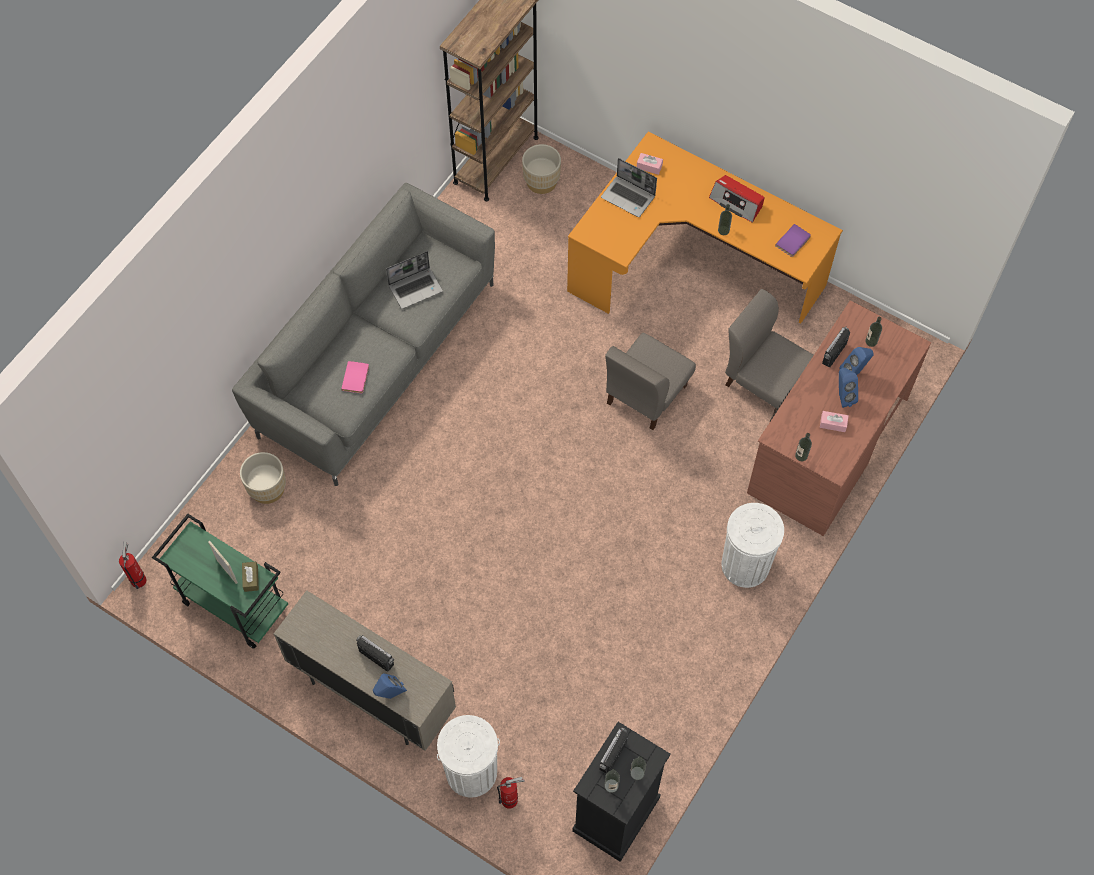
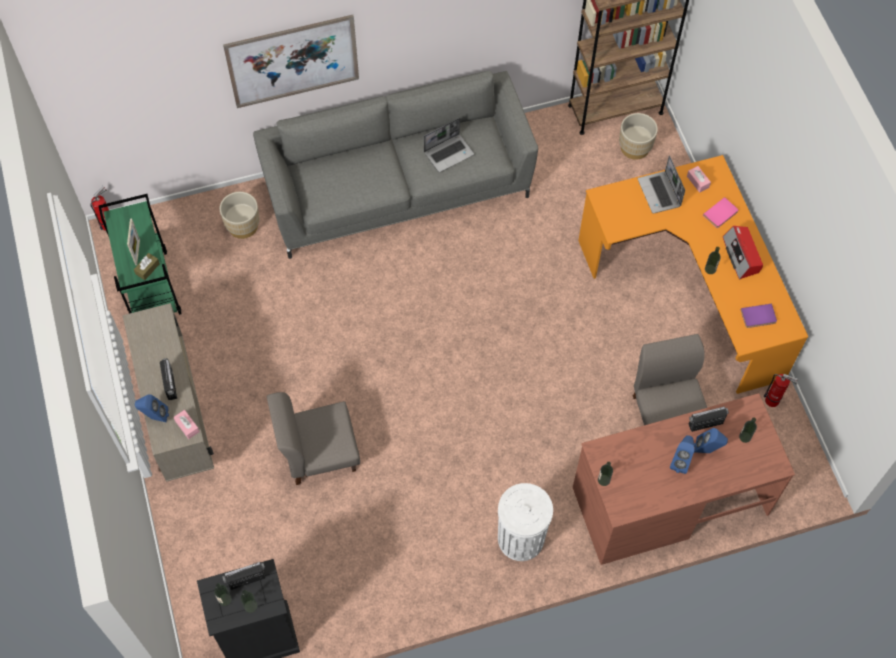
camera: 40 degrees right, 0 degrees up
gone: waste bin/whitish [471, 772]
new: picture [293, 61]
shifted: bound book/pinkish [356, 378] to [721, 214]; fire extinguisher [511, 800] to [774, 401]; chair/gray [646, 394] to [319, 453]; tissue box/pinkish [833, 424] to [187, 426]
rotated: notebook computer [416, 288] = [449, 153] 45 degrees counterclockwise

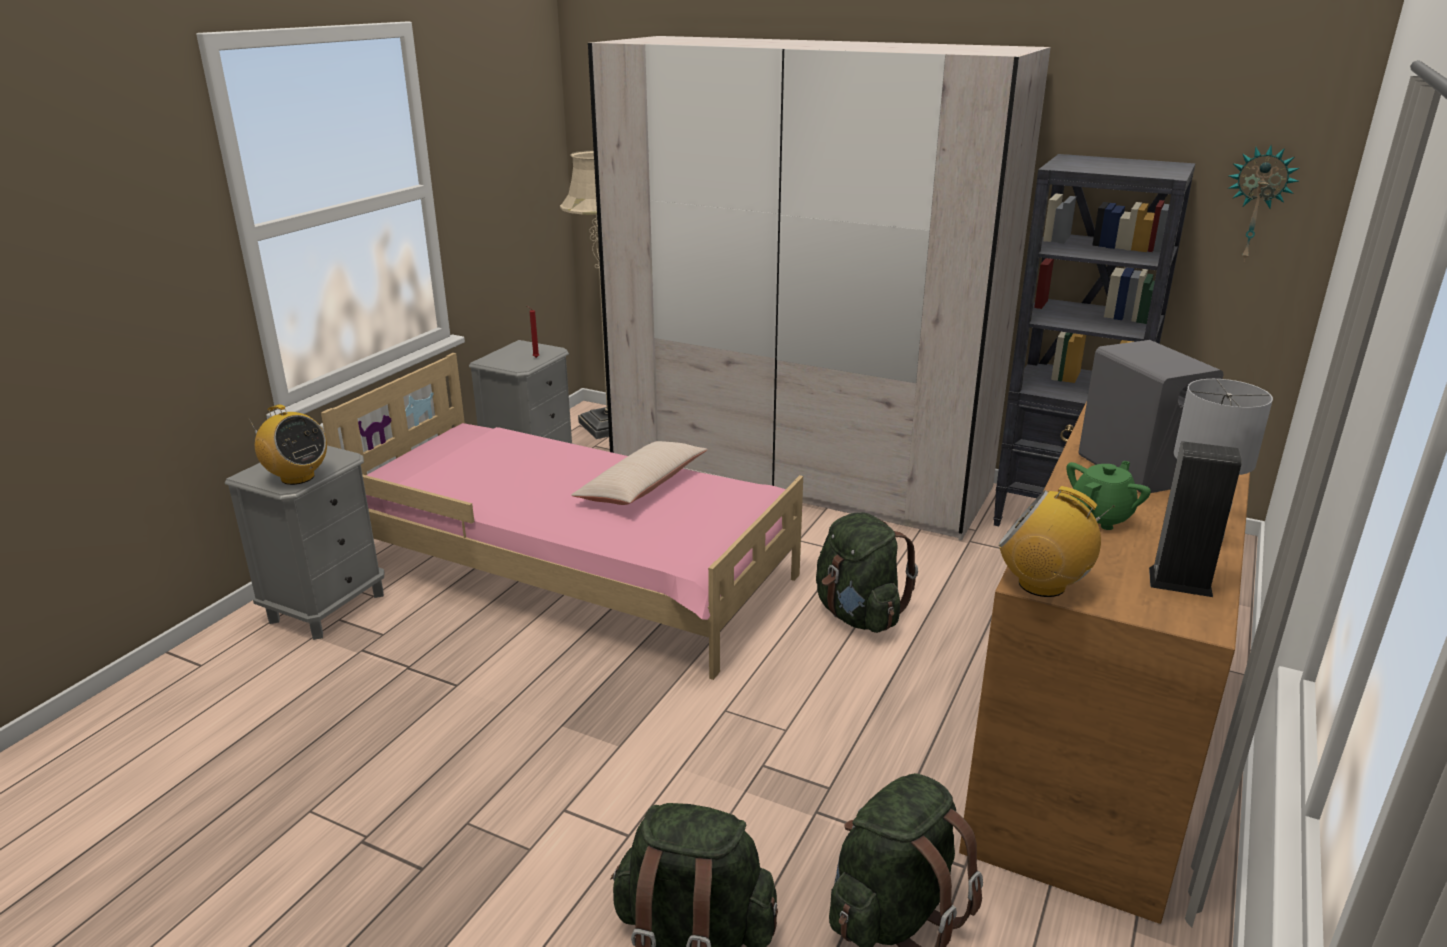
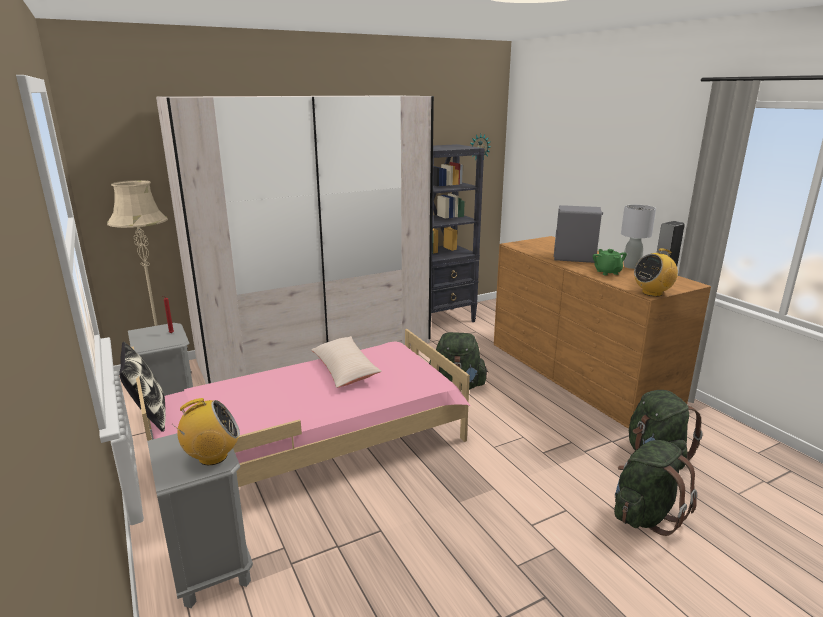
camera: 55 degrees left, 5 degrees down
new: cushion [149, 416]

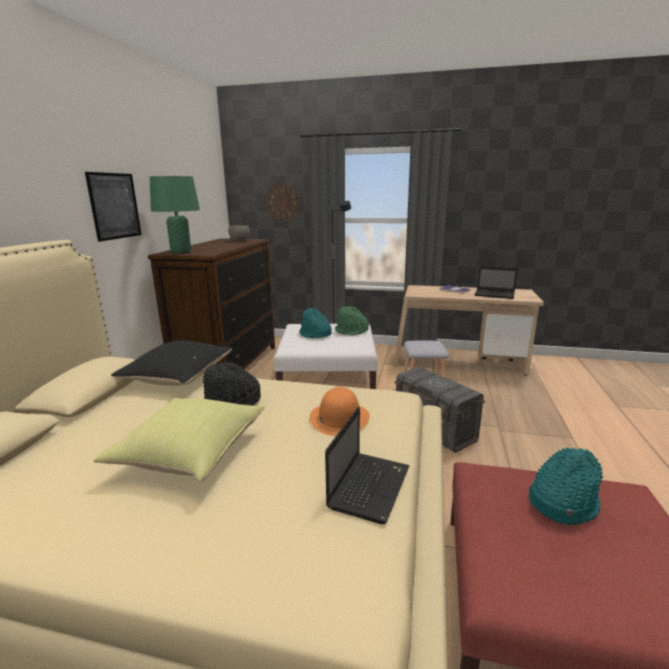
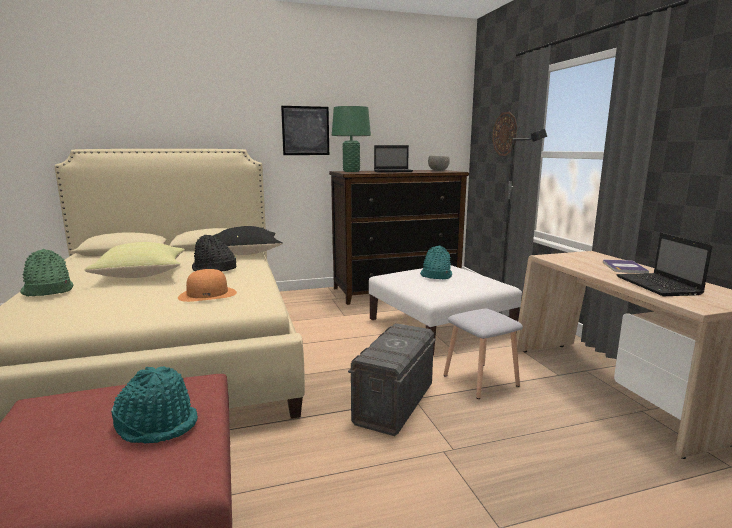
camera: 60 degrees right, 5 degrees down
shifted: notebook computer [369, 485] to [393, 171]; hat/greenish [351, 331] to [47, 291]

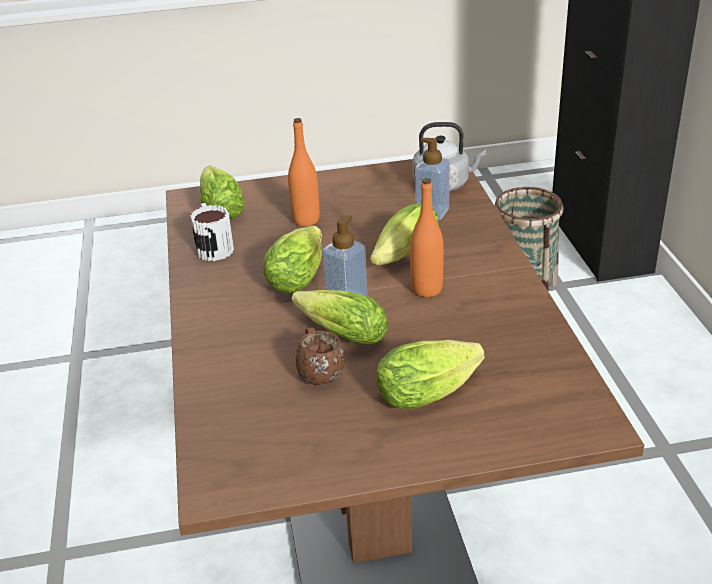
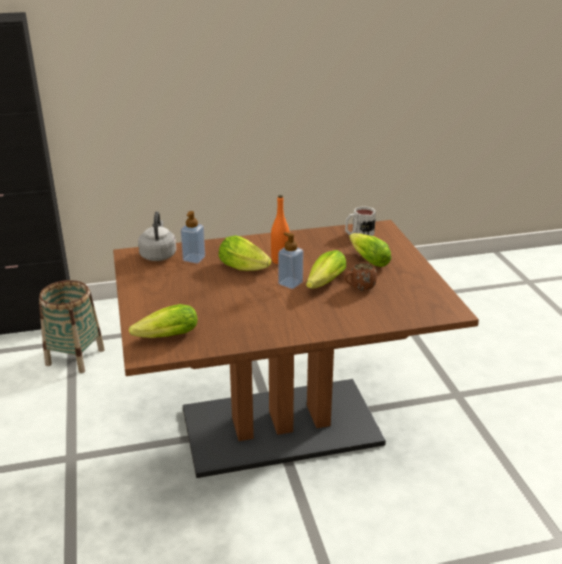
camera: 95 degrees left, 5 degrees down
gone: head of lettuce [299, 274]; drink bottle/orange-coloured [306, 220]
shifted: mug [213, 246] to [359, 233]

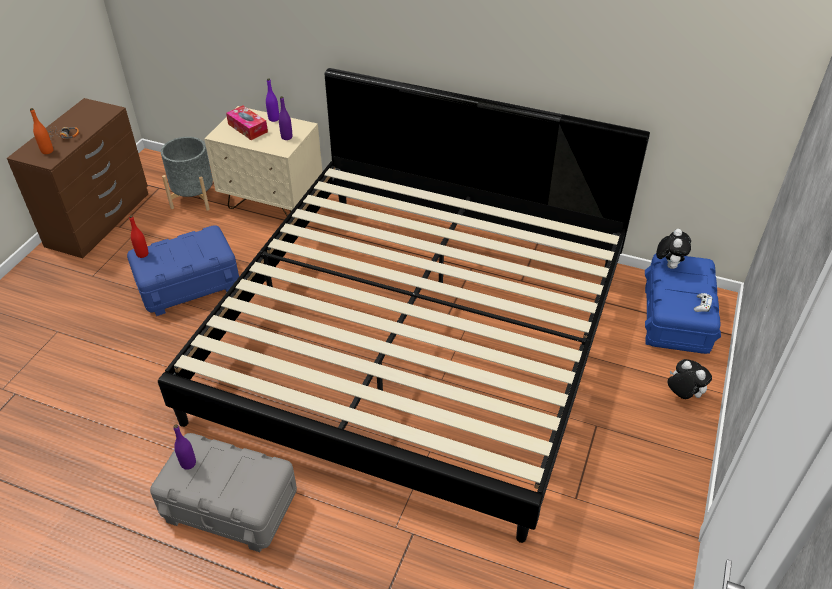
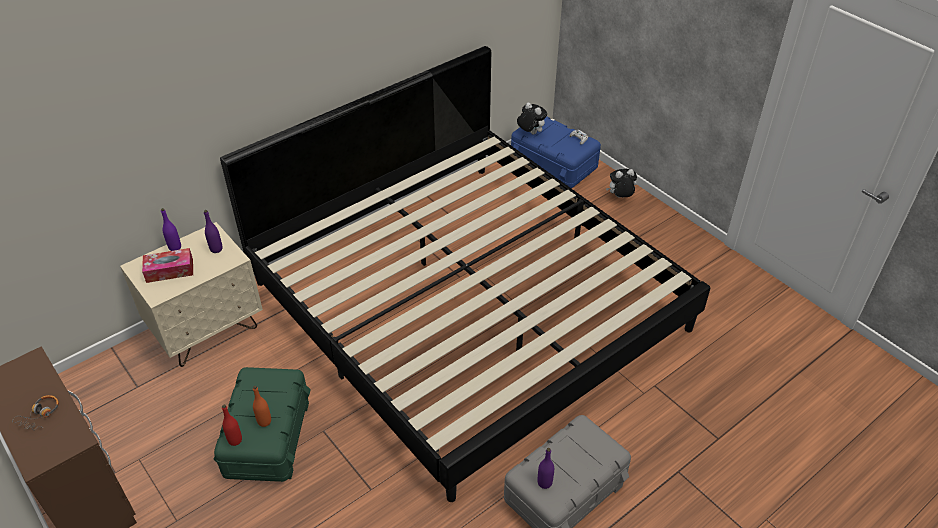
camera: 60 degrees left, 0 degrees up
gone: plant pot/gray [194, 197]
shifted: drink bottle/orange-coloured [47, 151] to [264, 421]
repainted: storage box/blue-coloured [188, 284] to storage box/greenish [267, 438]

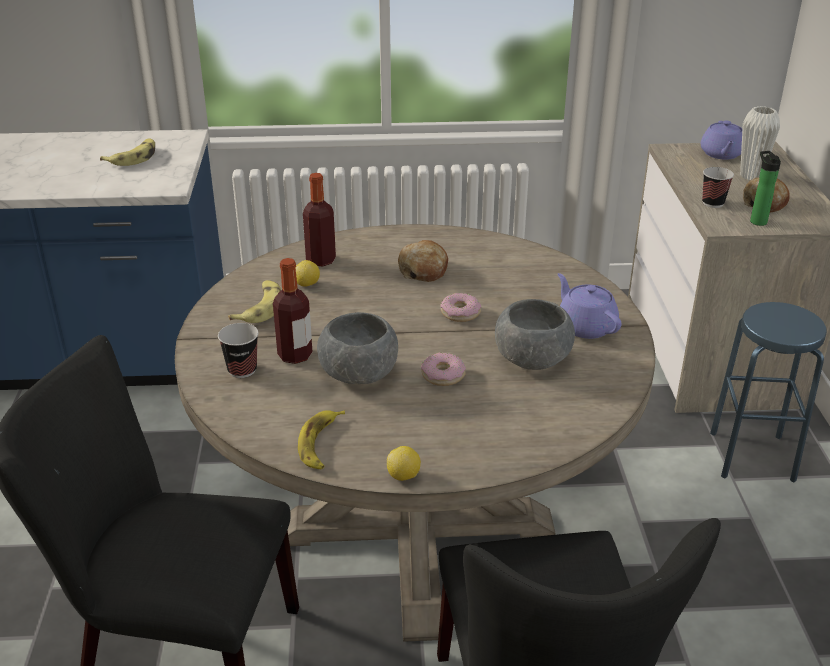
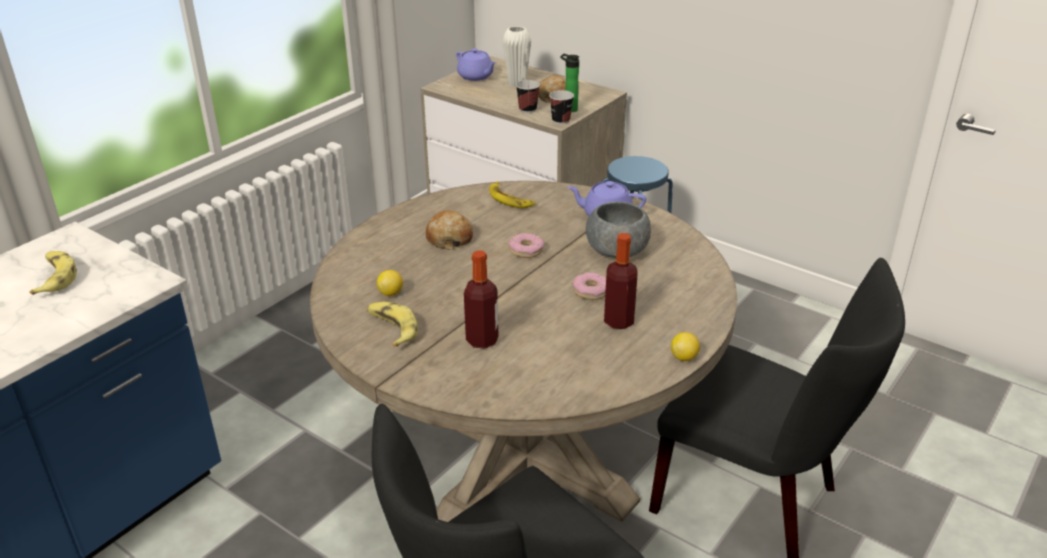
camera: 50 degrees left, 0 degrees up
gone: bowl/gray [359, 374]
shifted: cup [242, 370] to [561, 120]; banana fruit [321, 444] to [510, 199]; drink bottle [321, 260] to [618, 321]

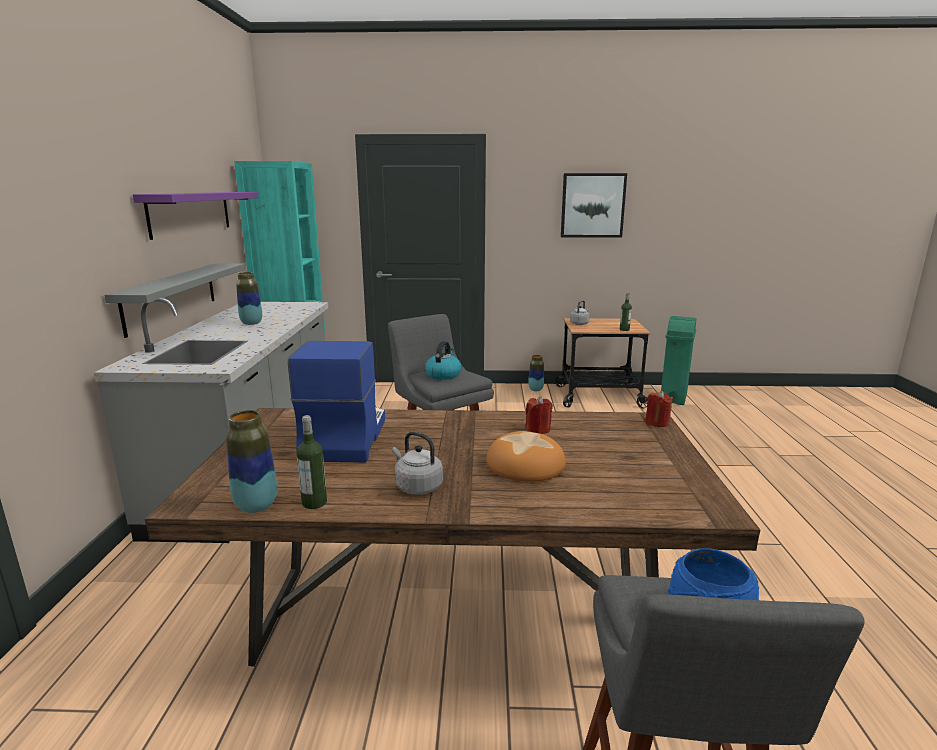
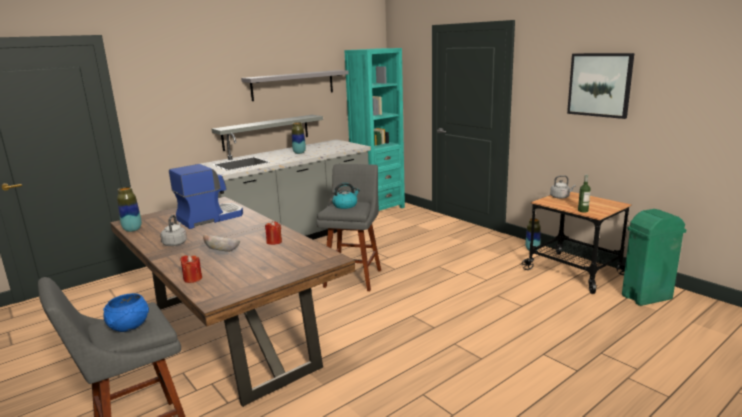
camera: 50 degrees right, 0 degrees up
gone: drink bottle [314, 503]
shifted: wax light/reddish [657, 422] to [193, 279]
swapped: baked bread [525, 465] to bowl [223, 252]
repainted: wall shelf/purple [191, 213] to wall shelf/gray [293, 85]

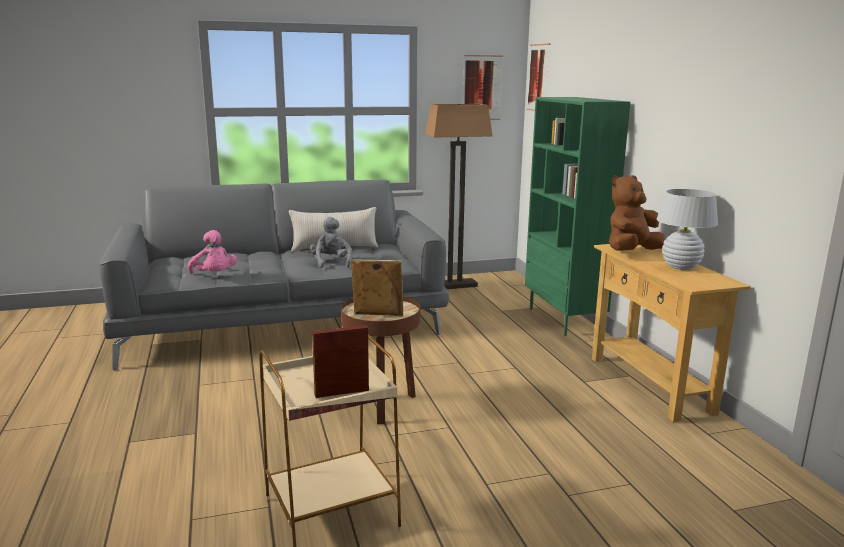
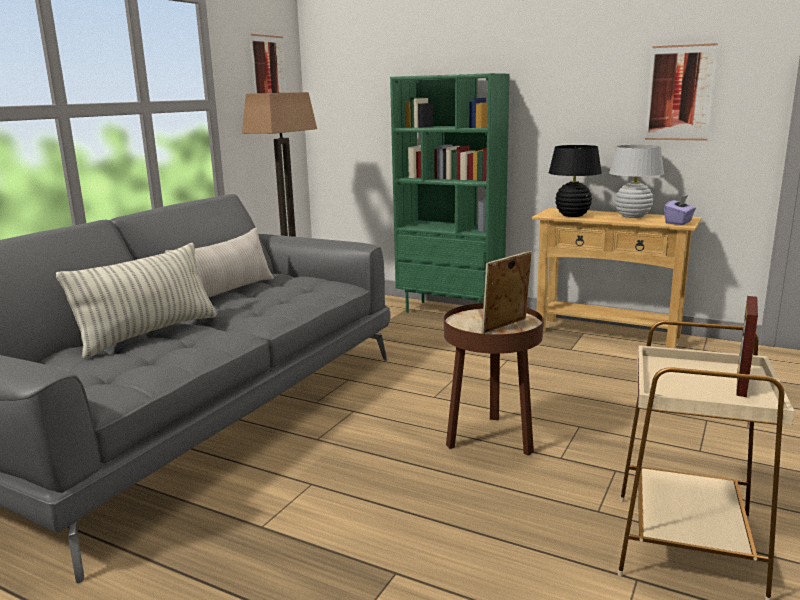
camera: 45 degrees left, 0 degrees up
gone: plush toy/pinkish [214, 275]; plush toy/gray [331, 263]
new: cushion [149, 334]; tissue box/purple [679, 222]
shifted: picture [538, 77] to [680, 93]
swapped: plush toy/brown-coloured [631, 252] to lamp for a table/black-coloured [572, 215]

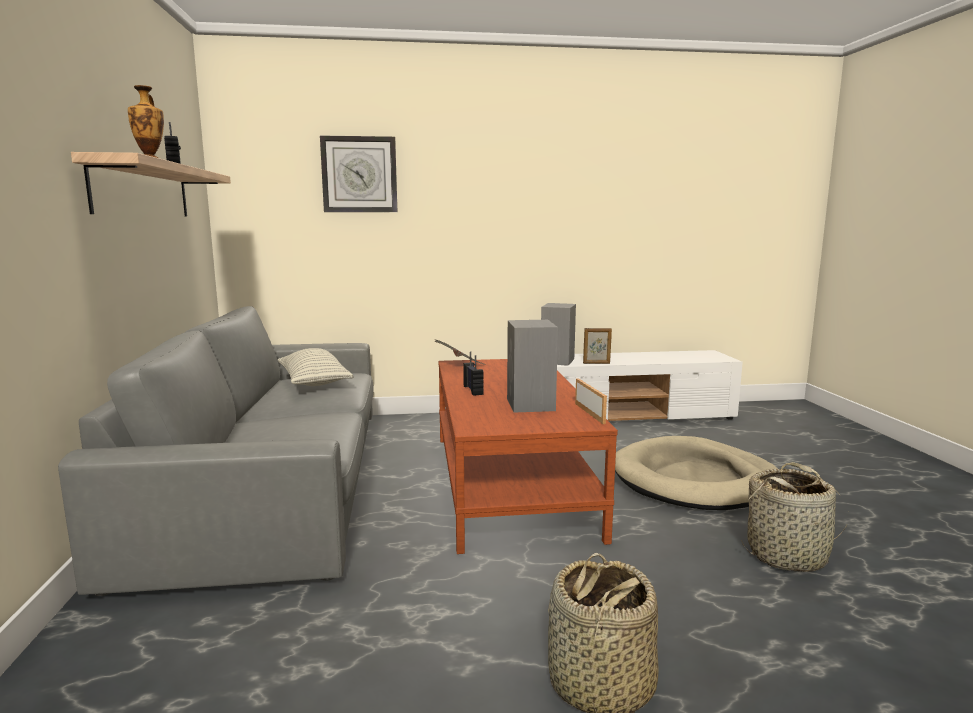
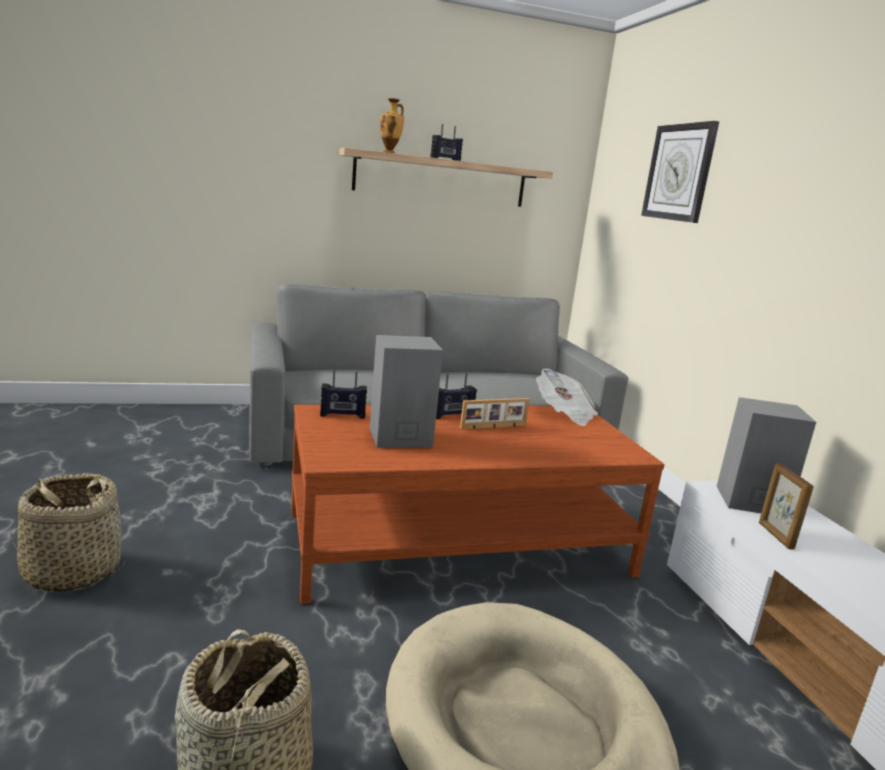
camera: 80 degrees right, 5 degrees up
gone: cushion [314, 382]
new: radio set [342, 415]
shifted: picture frame [590, 413] to [494, 427]

